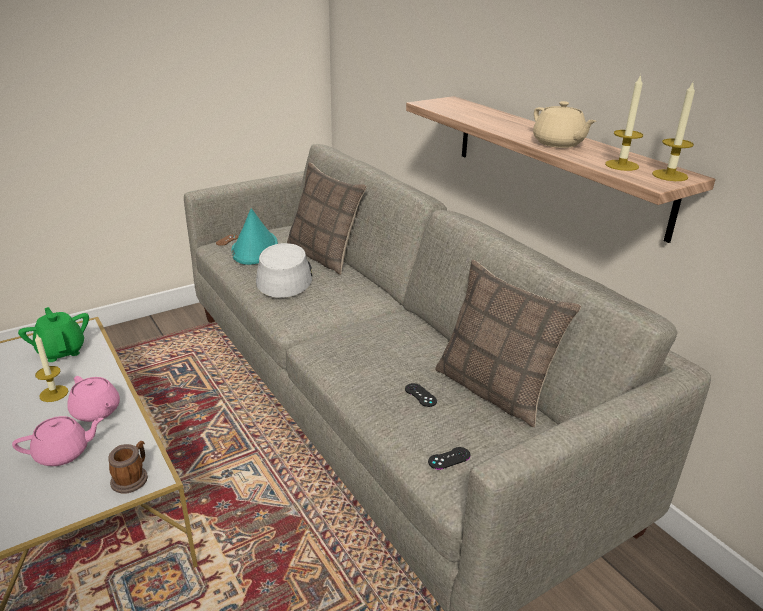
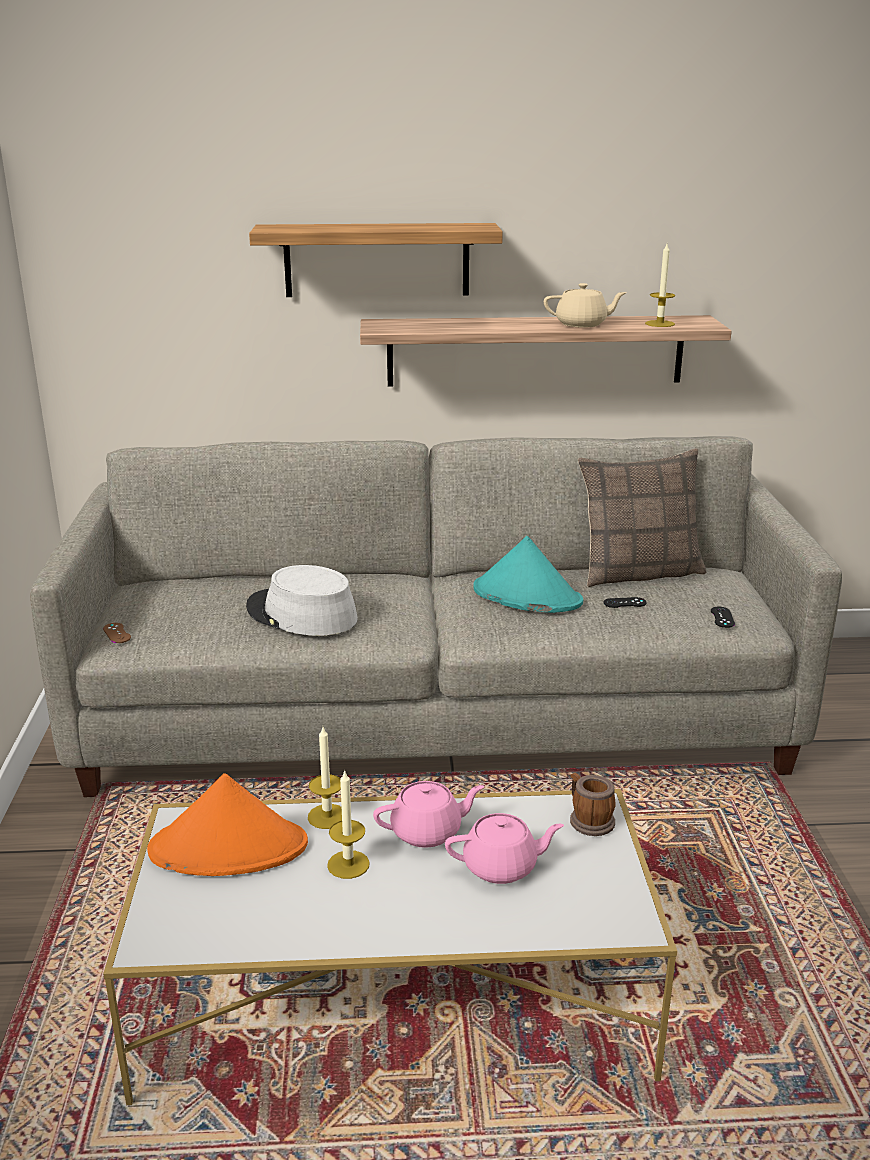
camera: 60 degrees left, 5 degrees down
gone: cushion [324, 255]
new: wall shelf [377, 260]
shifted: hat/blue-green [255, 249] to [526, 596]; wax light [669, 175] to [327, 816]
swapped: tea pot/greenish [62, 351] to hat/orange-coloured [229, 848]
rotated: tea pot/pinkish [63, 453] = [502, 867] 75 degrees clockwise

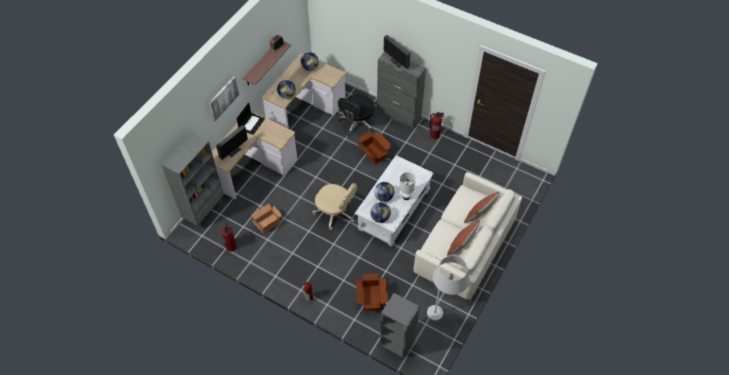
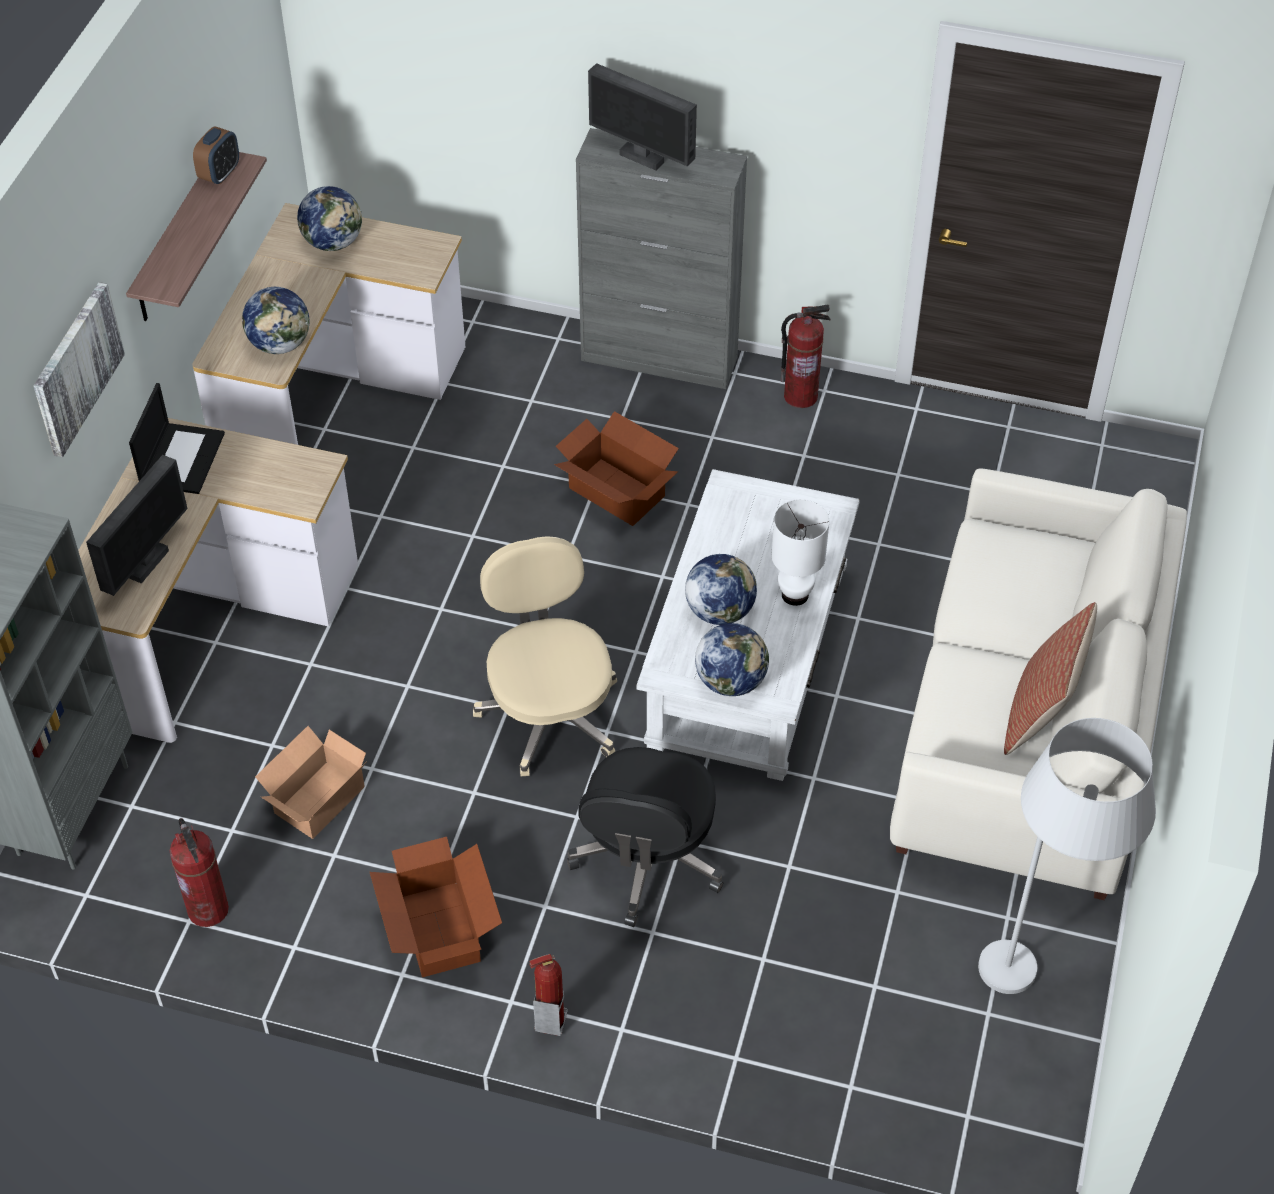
camera: 15 degrees left, 5 degrees down
gone: bookcase/gray [397, 342]; cushion [479, 216]
shifted: desk chair/black-coloured [357, 123] to [647, 861]; packing box [371, 298] to [438, 930]
rotated: desk chair/beige-coloured [335, 213] = [549, 713] 120 degrees counterclockwise

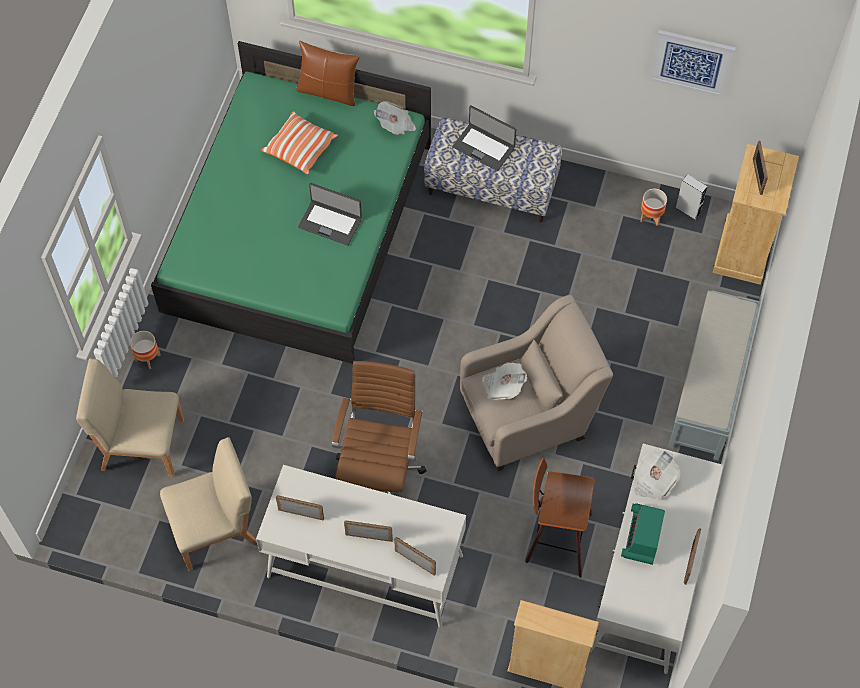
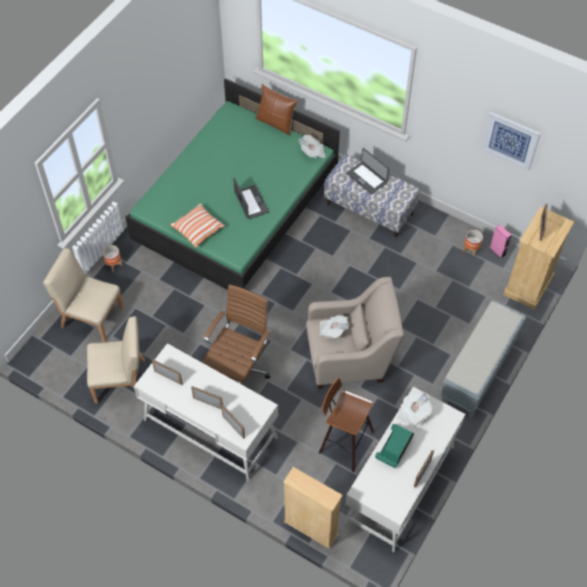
camera: 15 degrees right, 5 degrees down
shifted: cushion [300, 148] to [198, 229]
repainted: speaker/gray [687, 210] to speaker/pinkish [497, 251]
rotated: notebook computer [330, 222] = [251, 202] 150 degrees counterclockwise

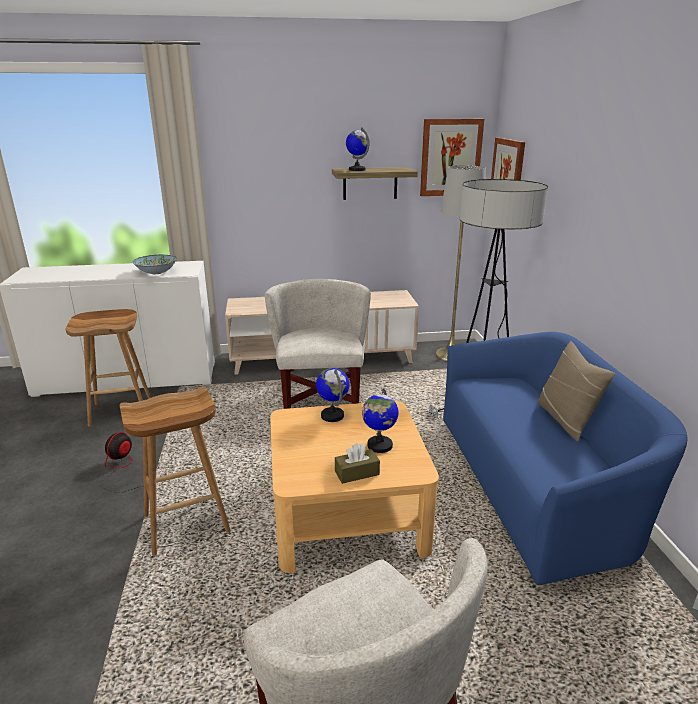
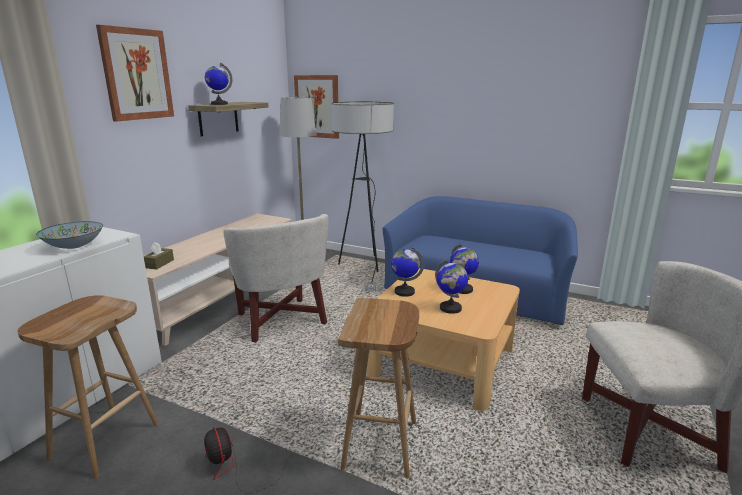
camera: 55 degrees left, 5 degrees down
gone: cushion/beige-coloured [565, 419]
new: globe [450, 308]
shifted: tissue box/brown-coloured [357, 473] to [159, 264]; picture [450, 158] to [136, 74]
rotated: armchair/whitish [320, 398] = [281, 320] 150 degrees counterclockwise

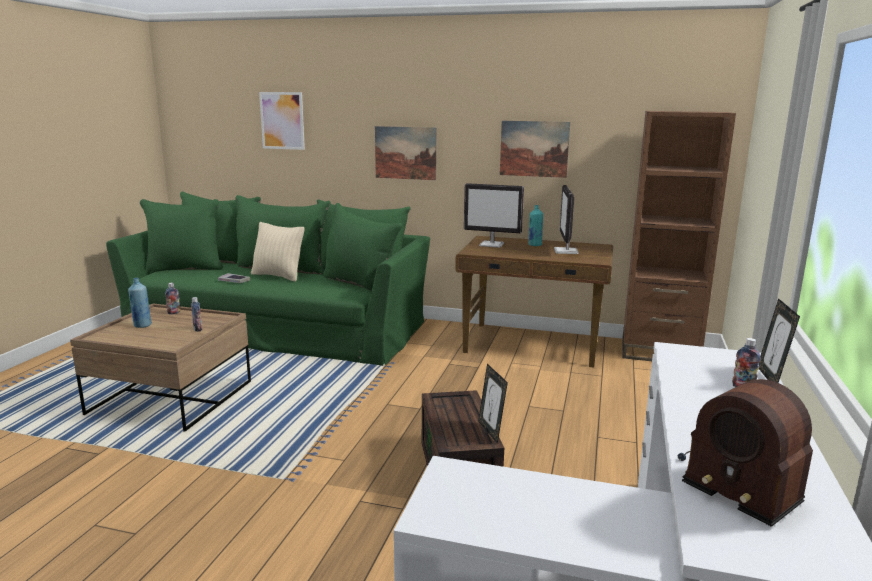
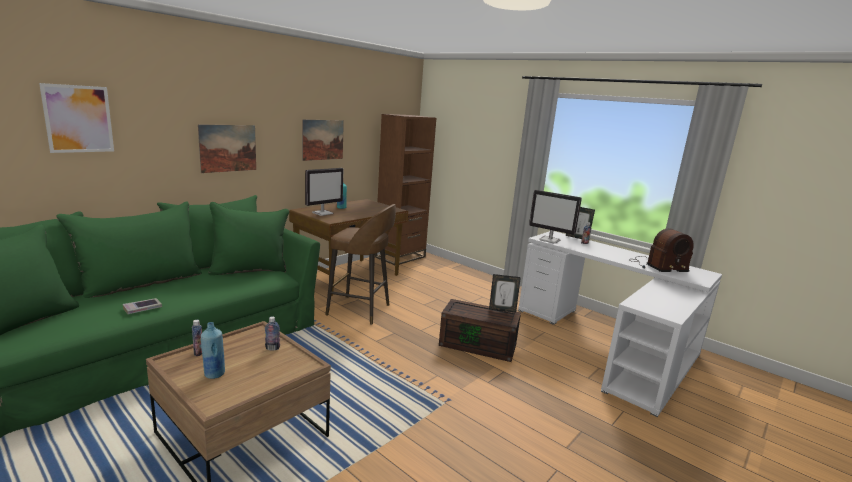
camera: 65 degrees left, 0 degrees up
gone: cushion/beige-coloured [278, 276]
new: stool seat/brown-coloured [360, 310]
shifted: computer display [566, 251] to [550, 240]

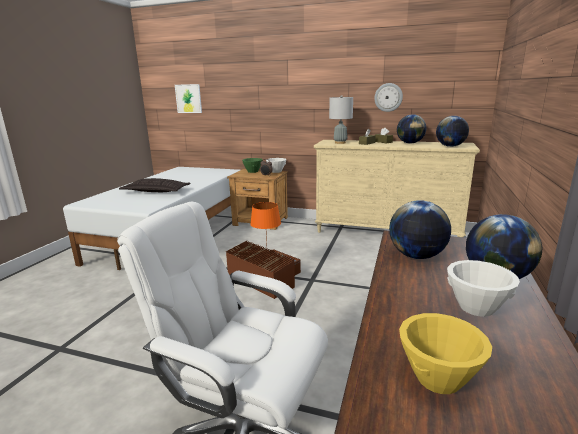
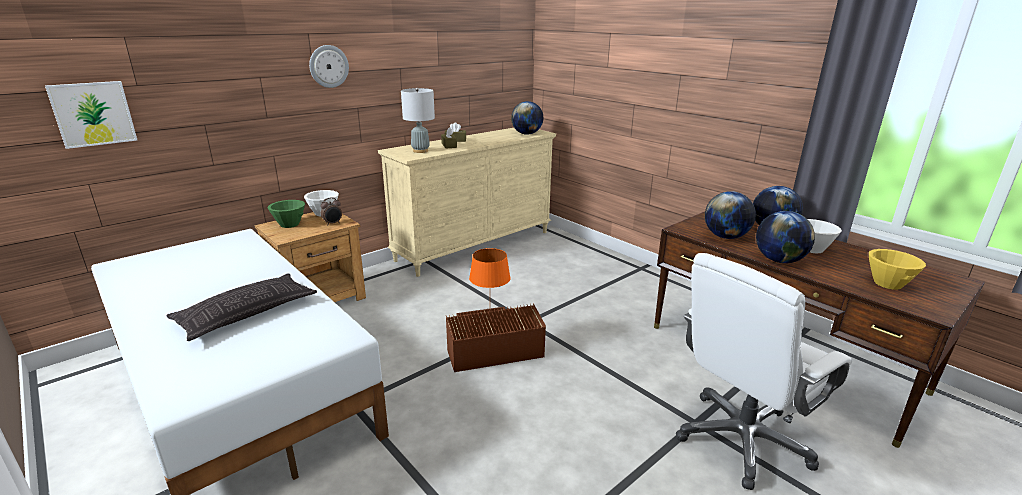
camera: 60 degrees left, 5 degrees up
shifted: clock on the wall [388, 97] to [328, 66]; globe [410, 143] to [778, 260]

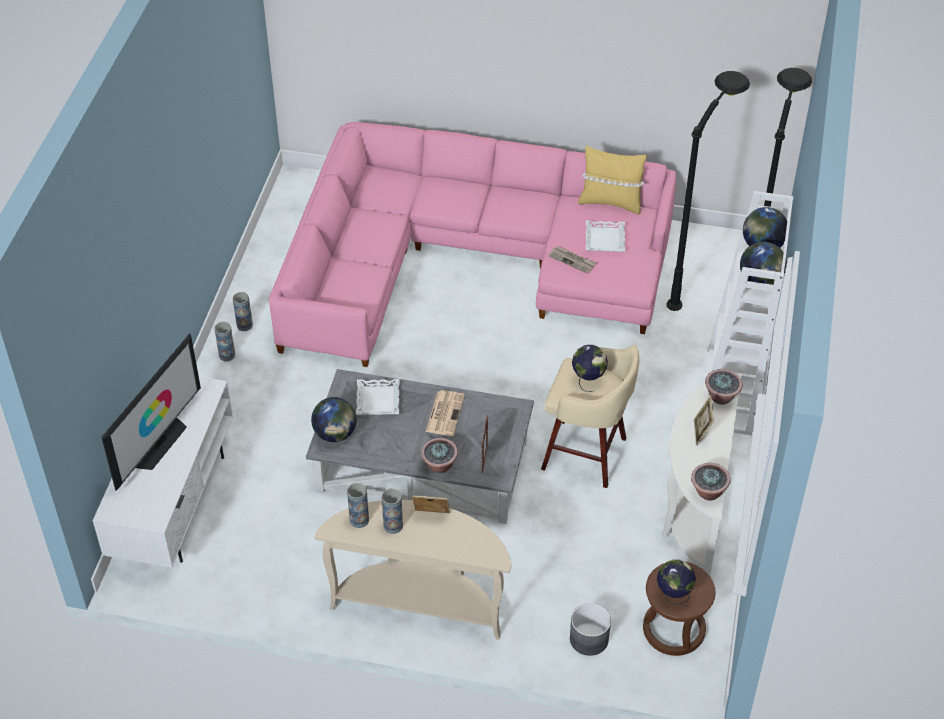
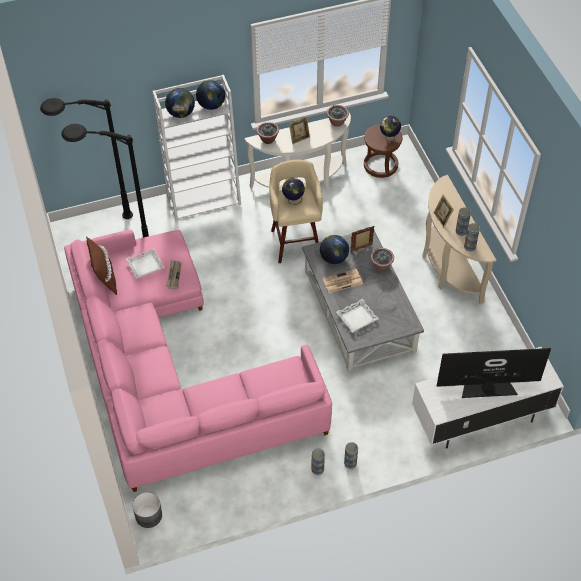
camera: 120 degrees left, 5 degrees up
shifted: globe [335, 434] to [334, 258]; plant pot/gray [589, 639] to [148, 515]
repainted: cushion/yellow [610, 202] to cushion/brown-coloured [104, 279]

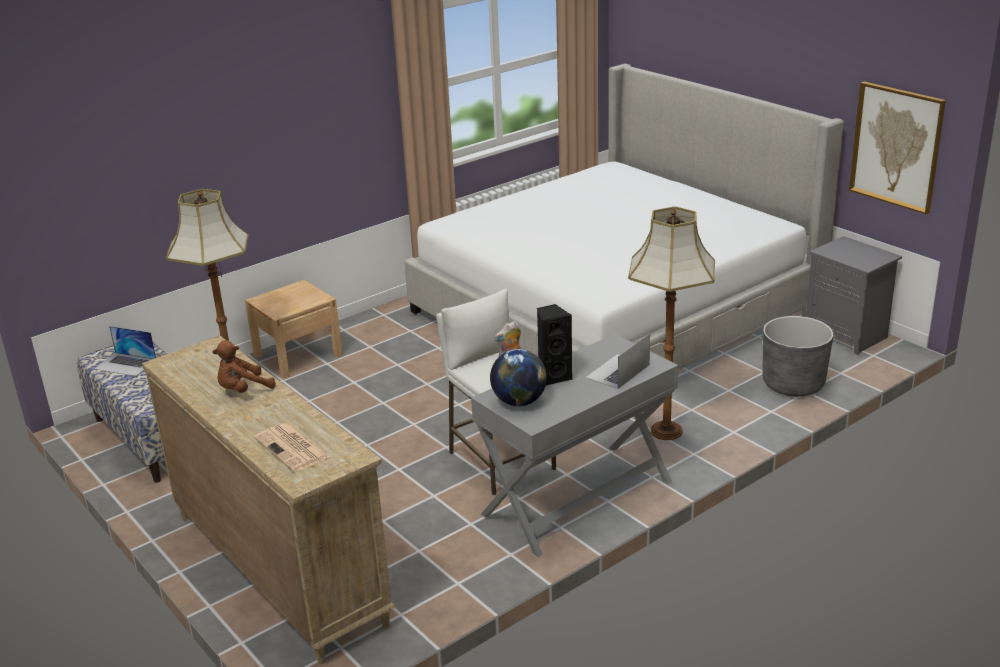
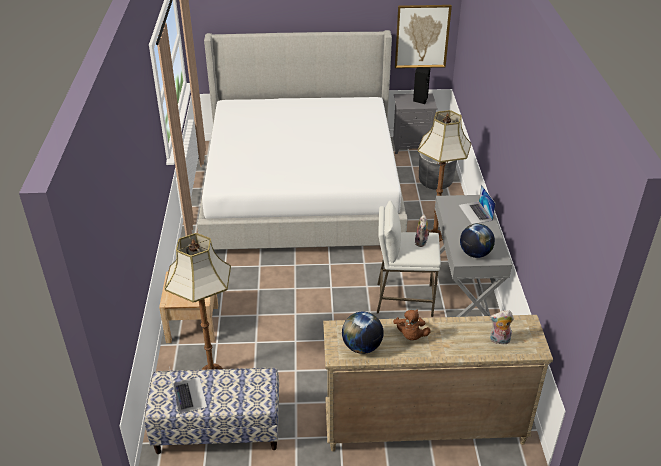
camera: 55 degrees left, 10 degrees up
new: globe [362, 347]
shifted: speaker/black-coloured [553, 376] to [420, 100]
swapped: printed paper [292, 448] to plush toy [499, 340]
rotated: notebook computer [126, 364] = [189, 395] 75 degrees counterclockwise

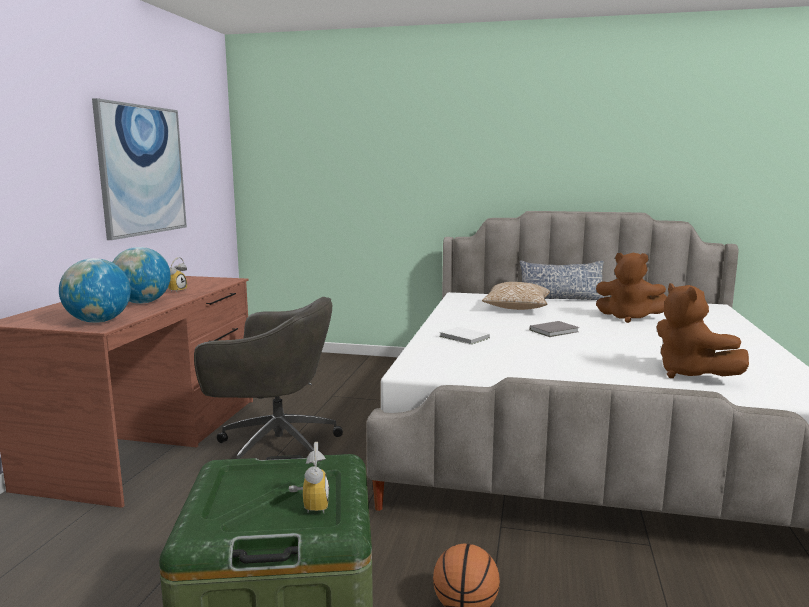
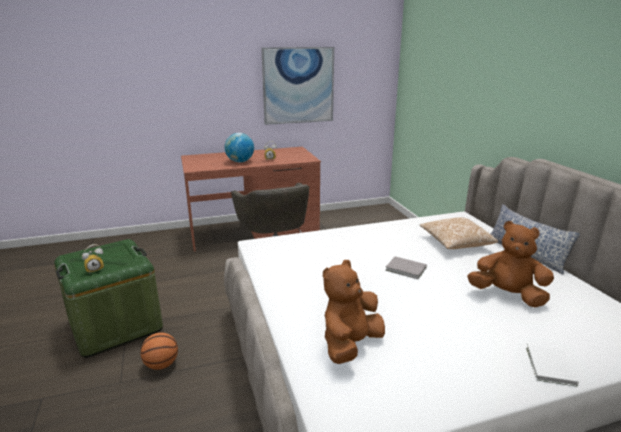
camera: 60 degrees right, 10 degrees up
gone: globe [98, 321]
shifted: bound book/whitish [464, 338] to [549, 367]
rotated: plush toy/brown-coloured [629, 318] = [507, 295] 120 degrees clockwise

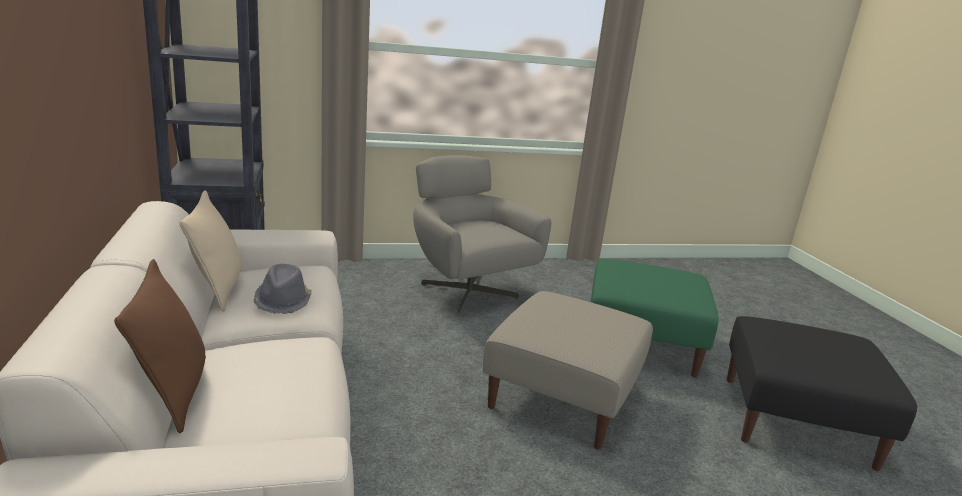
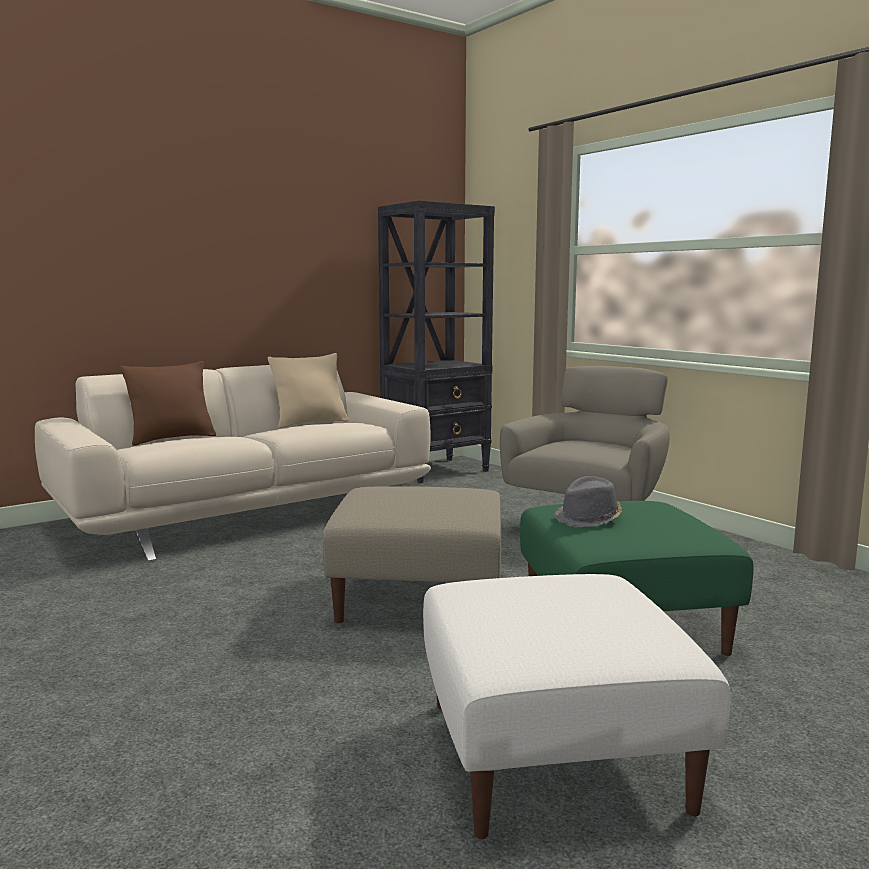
camera: 70 degrees right, 10 degrees down
shifted: hat/gray [283, 301] to [589, 519]
repainted: footrest/black-coloured [796, 420] to footrest/whitish [555, 754]

